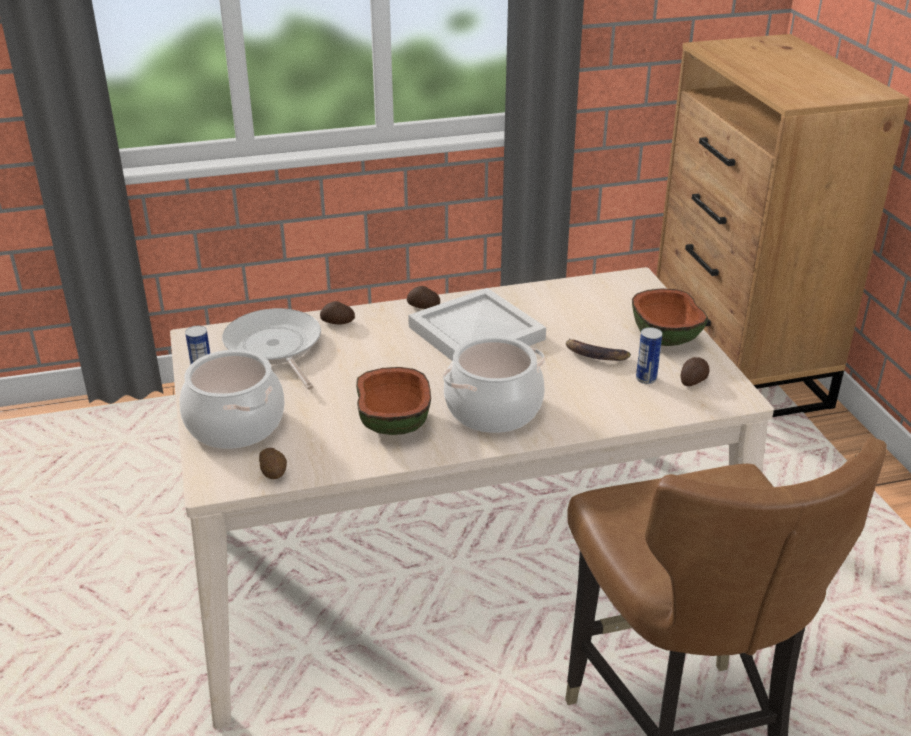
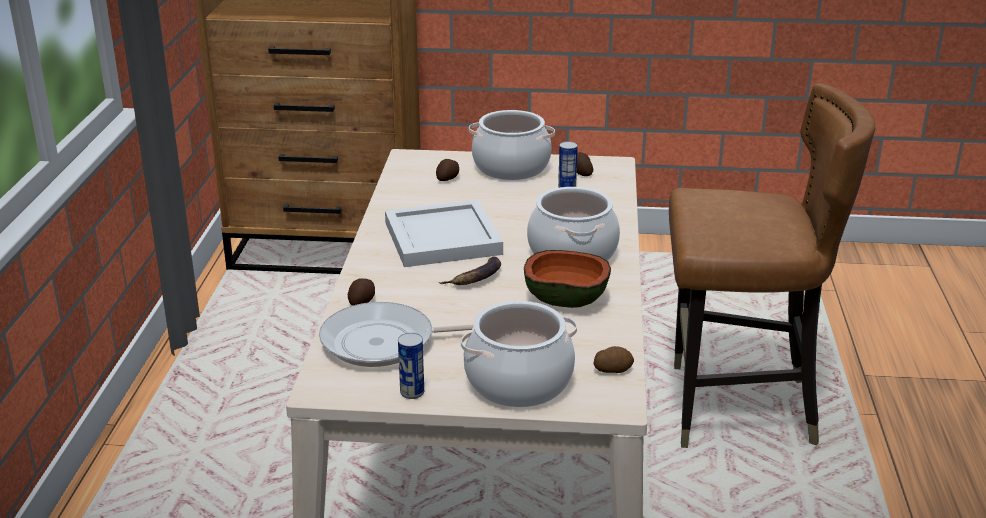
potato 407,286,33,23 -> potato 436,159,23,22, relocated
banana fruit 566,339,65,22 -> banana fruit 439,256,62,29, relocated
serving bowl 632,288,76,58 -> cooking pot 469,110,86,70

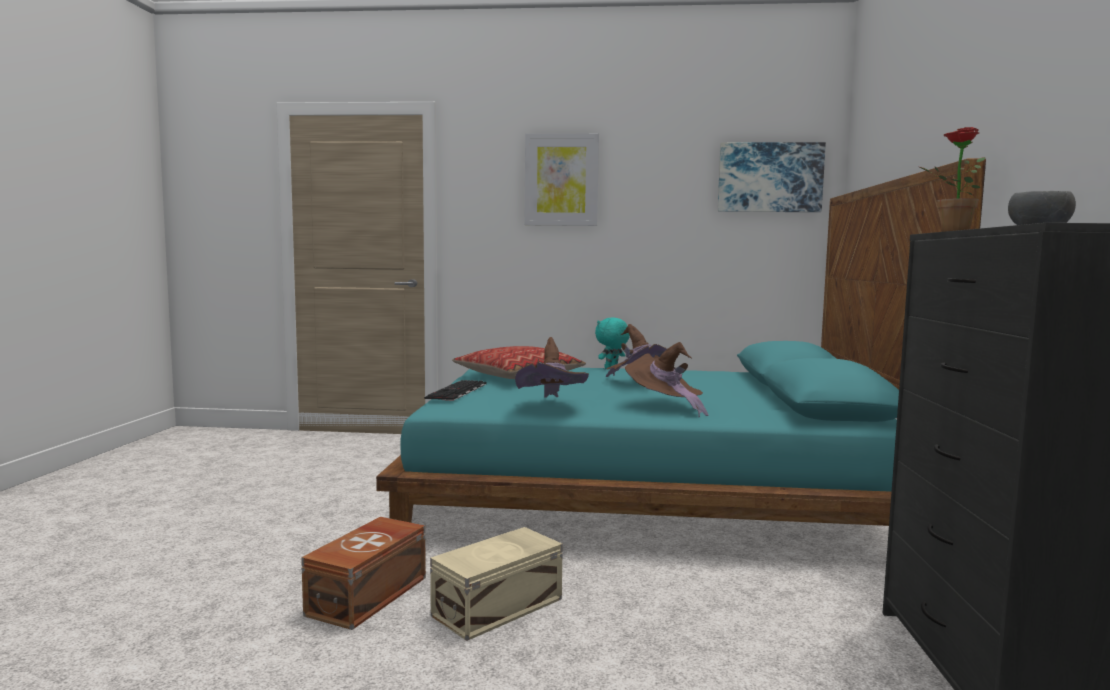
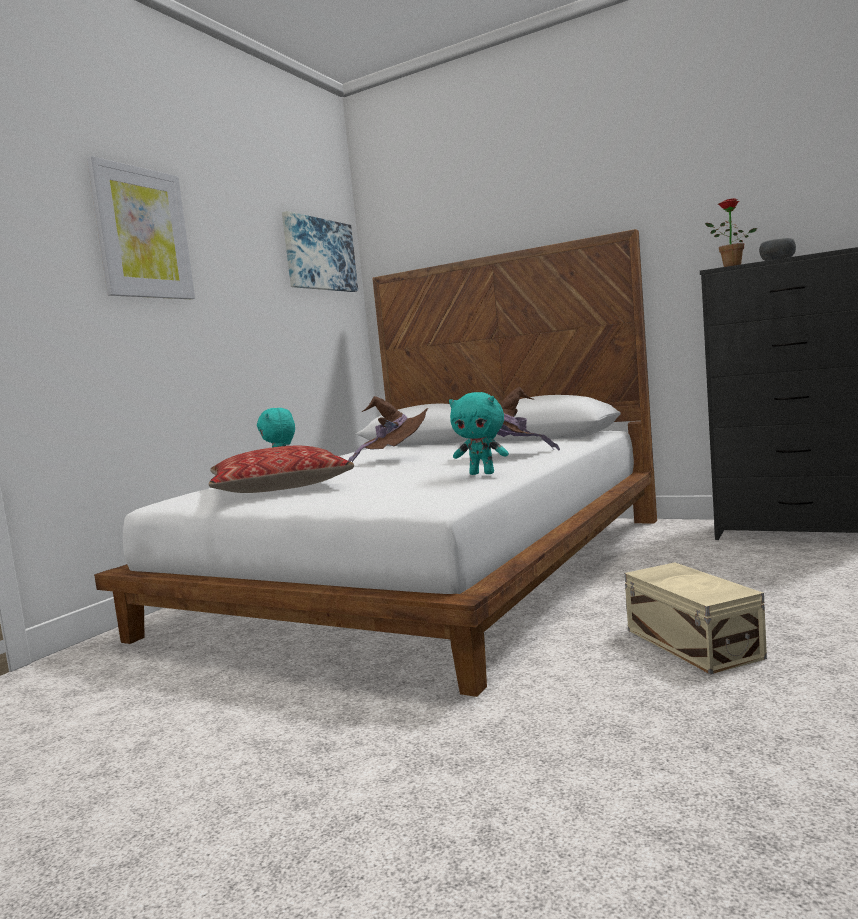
bed/blue-green 376,158,610,368 -> bed/white 94,229,563,468
wearable hat/brown 515,337,74,60 -> plush toy/blue-green 449,392,60,83
storage container/brown 301,517,125,113 -> none
PC keyboard 424,380,62,21 -> none

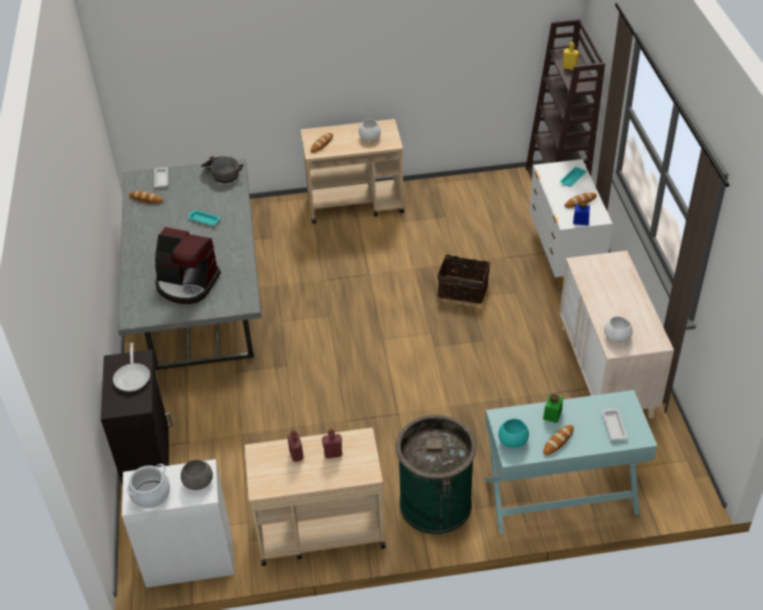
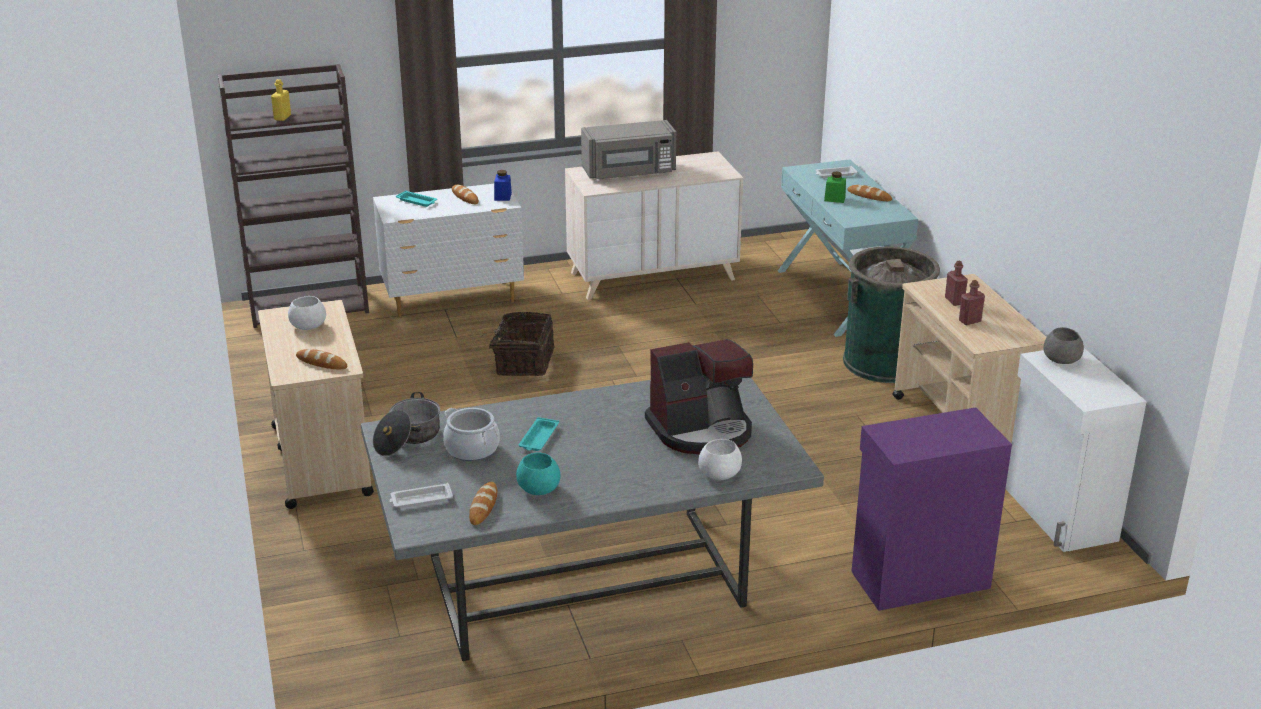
cooking pot 127,464,43,45 -> cooking pot 443,408,57,53, relocated
serving bowl/blue-green 498,419,31,29 -> serving bowl/blue-green 516,452,44,43, relocated
none -> microwave oven/grey 581,120,95,59
coffee machine 155,227,66,77 -> coffee machine 645,339,108,115, 60 degrees clockwise
serving bowl/white 604,316,28,27 -> serving bowl/white 698,439,44,41, relocated
cupboard/black 101,350,72,136 -> cupboard/purple-coloured 852,407,160,204
skillet 113,343,37,49 -> none

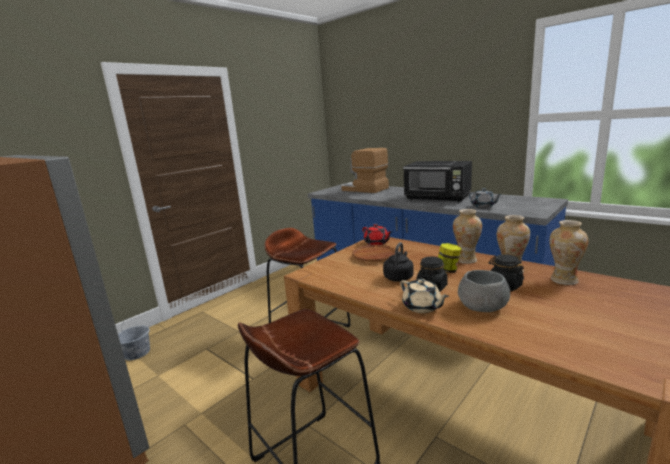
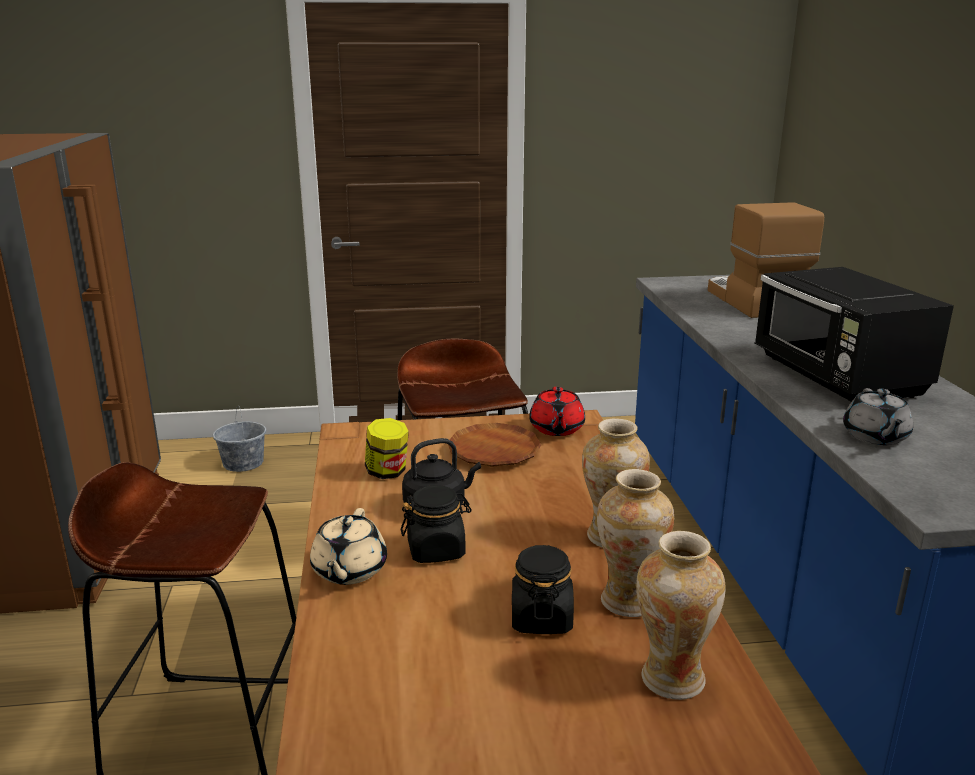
preserve jar 438,243,24,30 -> preserve jar 365,418,44,61, relocated
serving bowl/grey 458,270,52,42 -> none

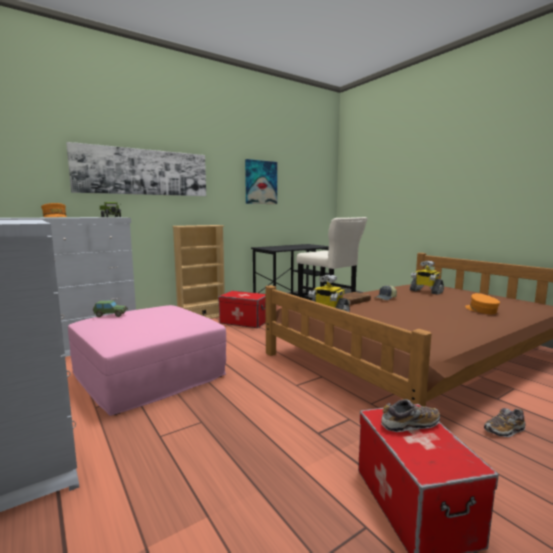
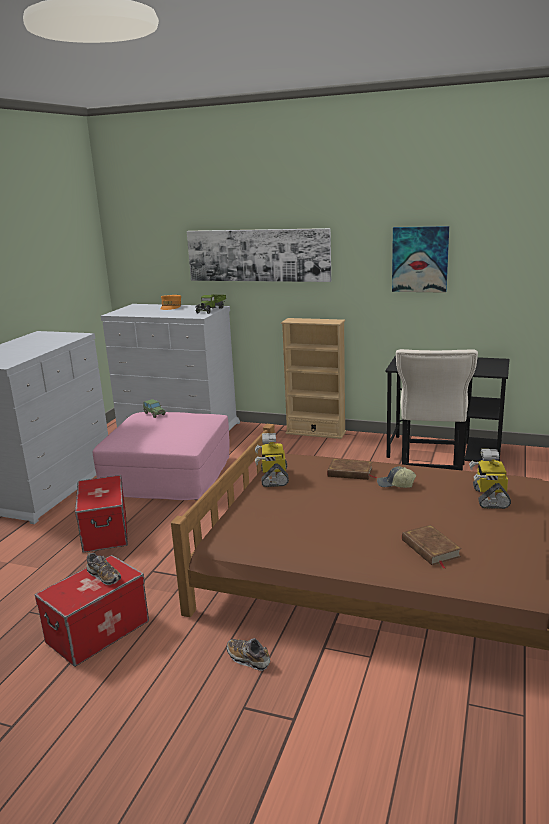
storage container 218,291,48,37 -> storage container 75,475,53,78, relocated
baseball cap/orangey 465,293,35,21 -> bound book/brown 402,525,60,44

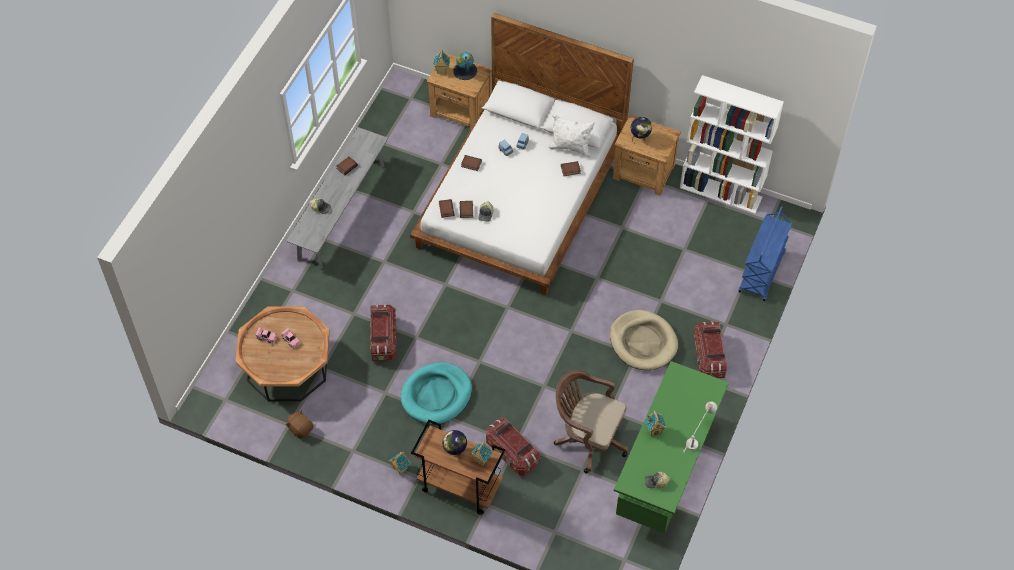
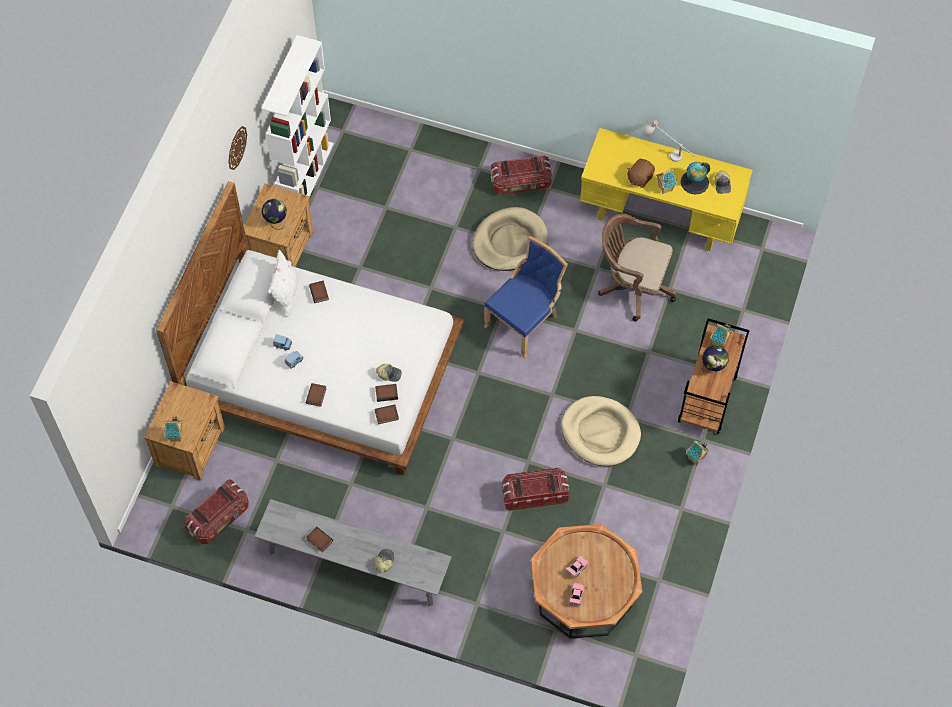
storage container 486,417,55,59 -> storage container 183,479,66,65, relocated
none -> wall clock 228,126,19,44
none -> upright chair/blue 483,236,85,123
dog cushion/blue-green 400,362,72,62 -> dog cushion/beige 561,396,80,70
desk/green 614,361,115,173 -> desk/yellow-coloured 580,128,173,123
office chair/brown 554,370,75,103 -> office chair/brown 598,213,79,109, 90 degrees clockwise
plush toy/brown 286,410,27,29 -> plush toy/brown 627,159,28,29, relocated
world globe 453,52,24,28 -> world globe 681,162,29,33, relocated
trolley/blue 739,206,53,95 -> none

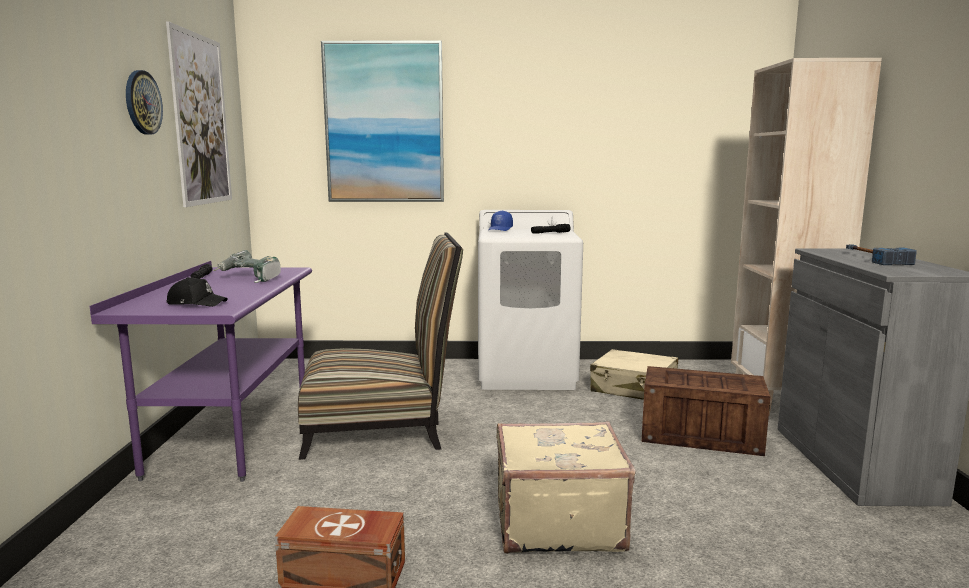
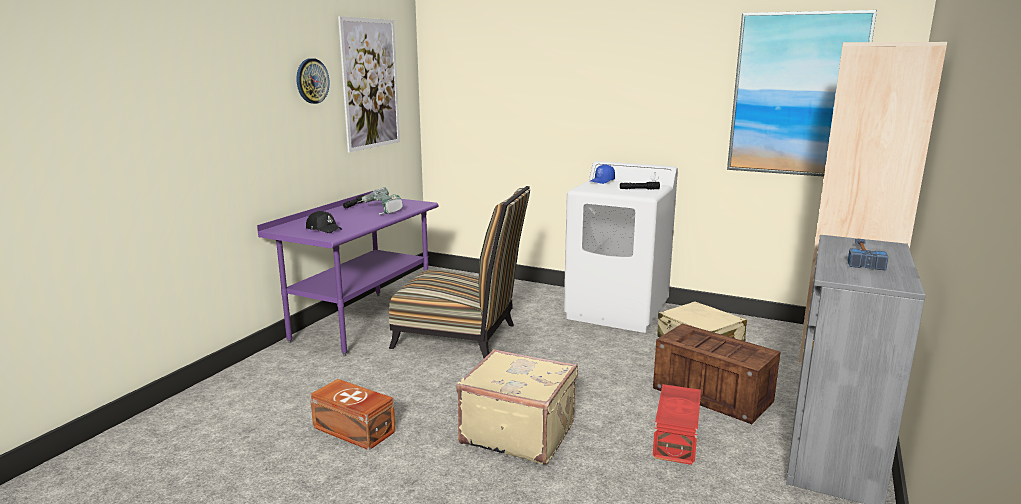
none -> storage container/red-coloured 652,384,49,81
wall art 321,40,123,162 -> wall art 727,10,150,167, relocated

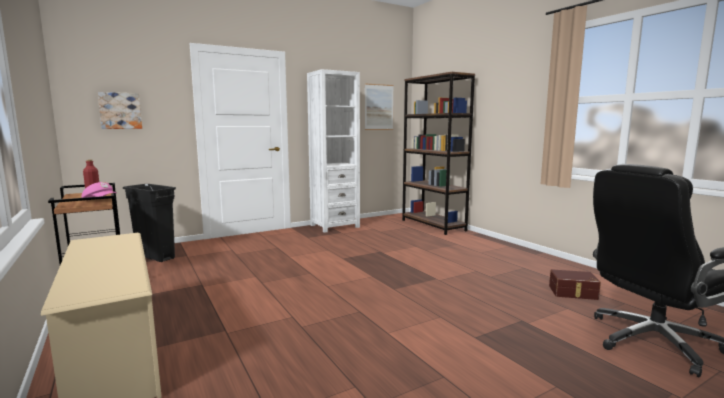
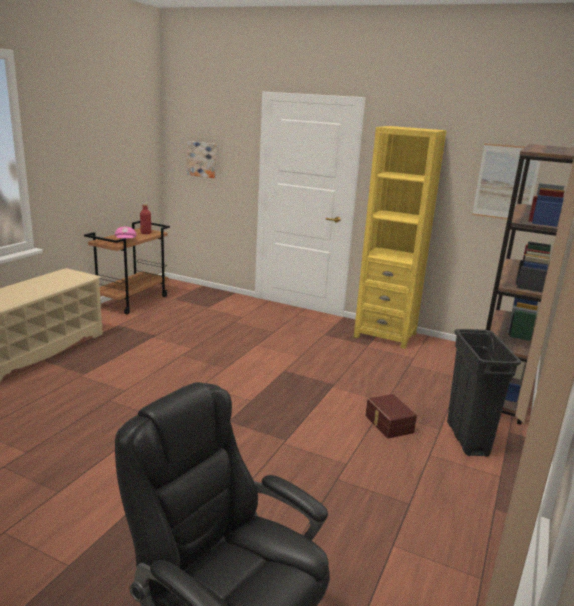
bookshelf/white 307,69,53,164 -> bookshelf/yellow-coloured 354,126,92,223
storage container/brown 549,269,52,31 -> storage container/brown 365,394,52,44, relocated
waste bin/black 123,184,53,78 -> waste bin/black 447,329,74,128, relocated

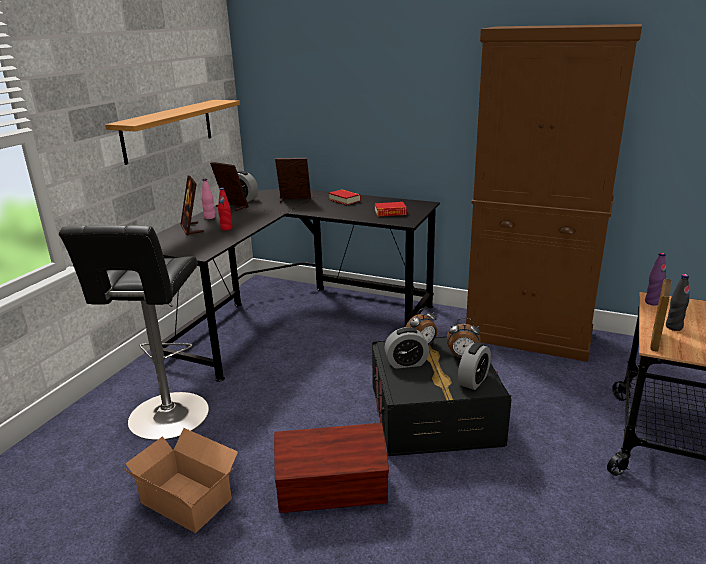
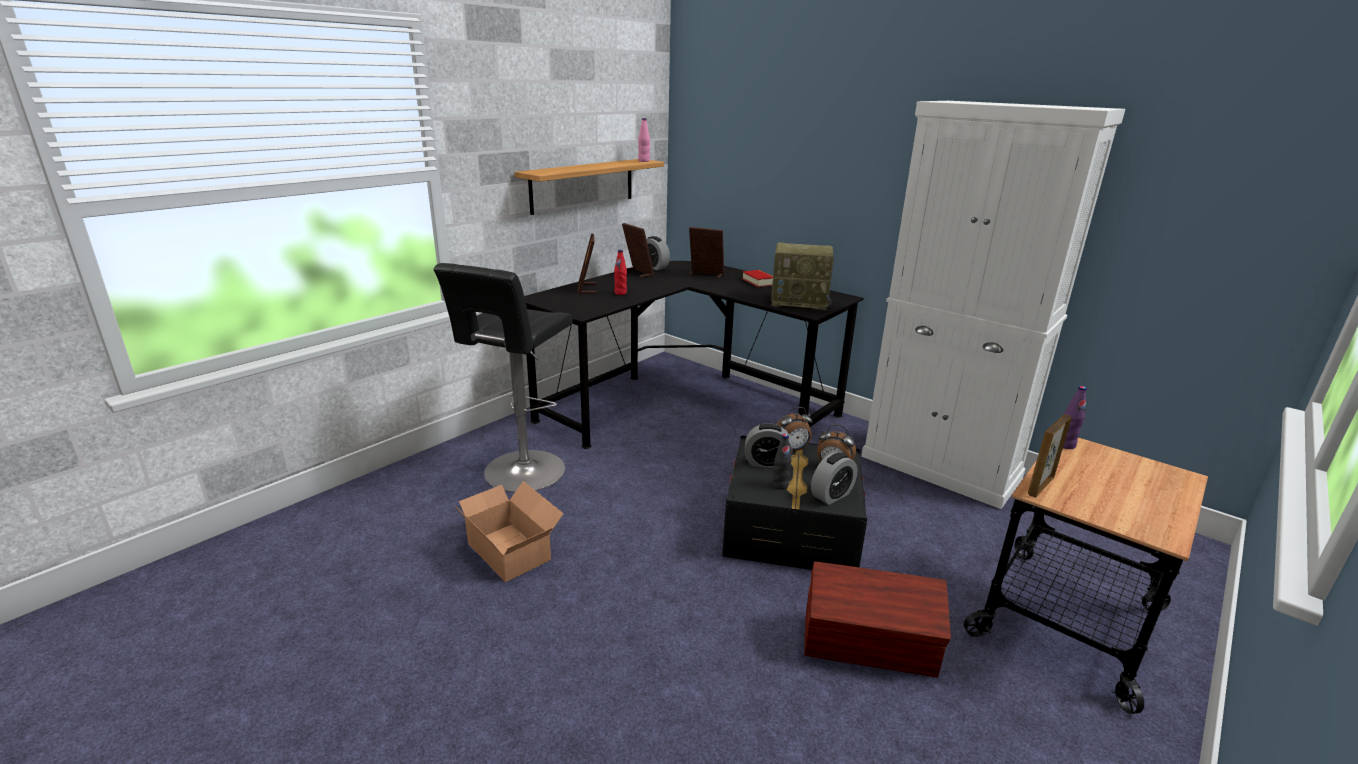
drink bottle/pink 201,179,14,40 -> drink bottle/pink 638,118,12,44, relocated
bound book 375,202,32,15 -> radio set 771,243,63,67
drink bottle/black 666,274,23,57 -> drink bottle/black 772,434,19,56, relocated
storage container/brown 274,423,115,90 -> storage container/brown 805,561,146,117, relocated
cupboard/brown 466,24,176,338 -> cupboard/white 861,101,264,408

